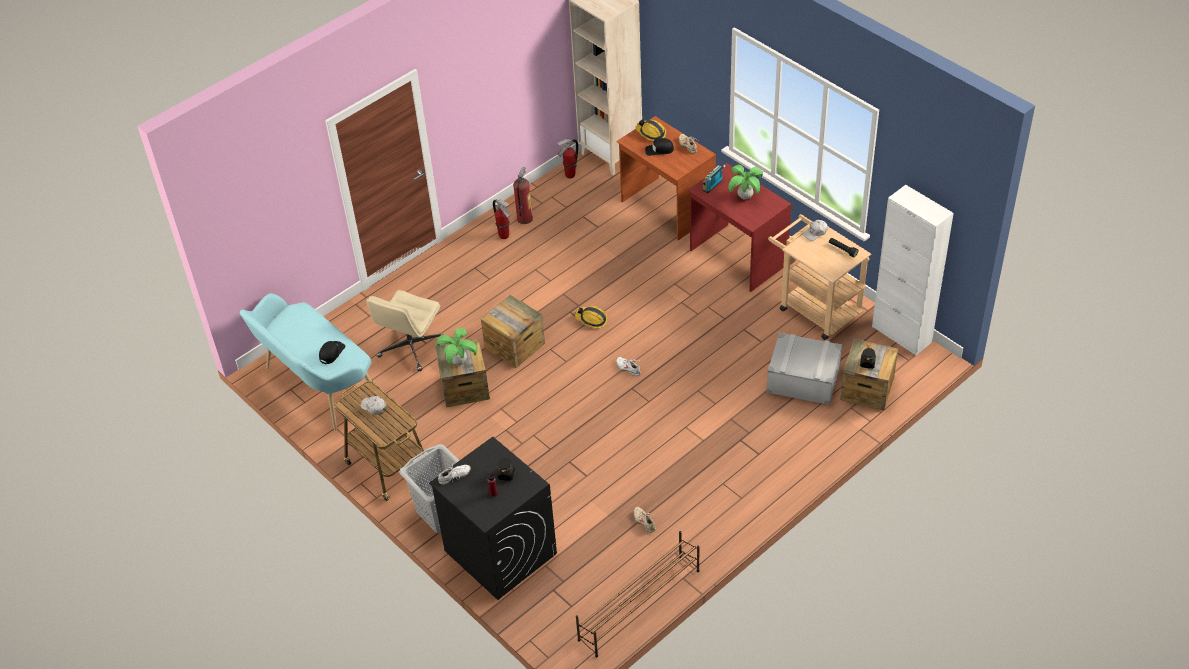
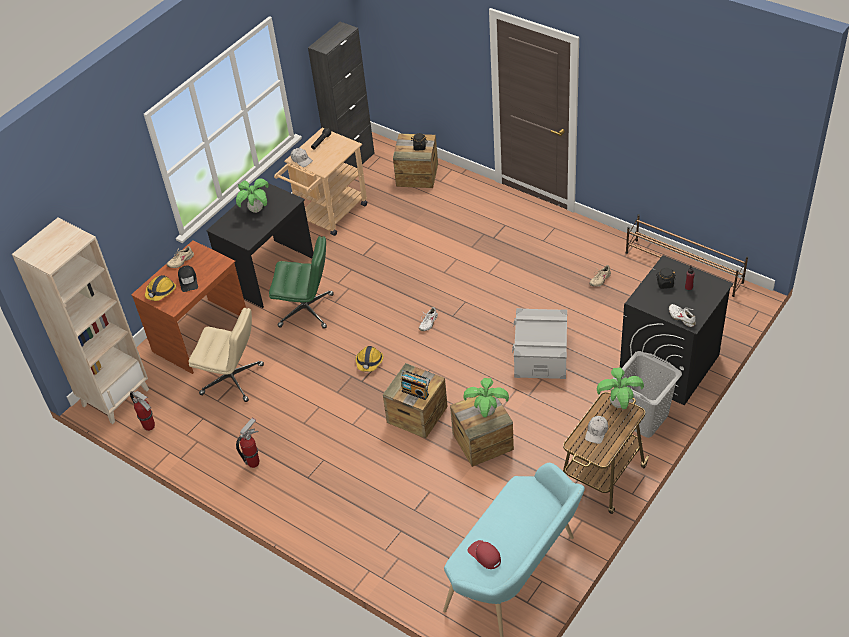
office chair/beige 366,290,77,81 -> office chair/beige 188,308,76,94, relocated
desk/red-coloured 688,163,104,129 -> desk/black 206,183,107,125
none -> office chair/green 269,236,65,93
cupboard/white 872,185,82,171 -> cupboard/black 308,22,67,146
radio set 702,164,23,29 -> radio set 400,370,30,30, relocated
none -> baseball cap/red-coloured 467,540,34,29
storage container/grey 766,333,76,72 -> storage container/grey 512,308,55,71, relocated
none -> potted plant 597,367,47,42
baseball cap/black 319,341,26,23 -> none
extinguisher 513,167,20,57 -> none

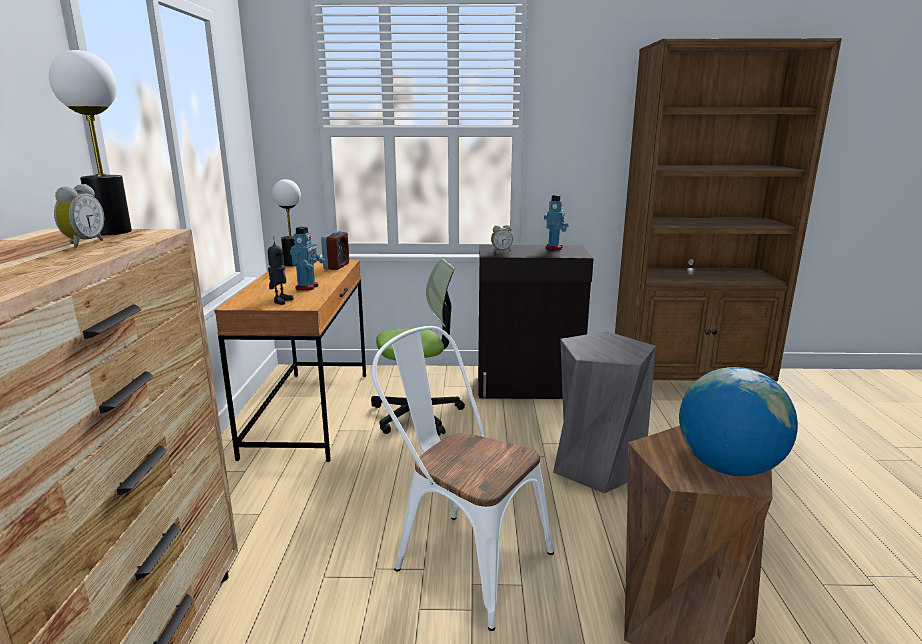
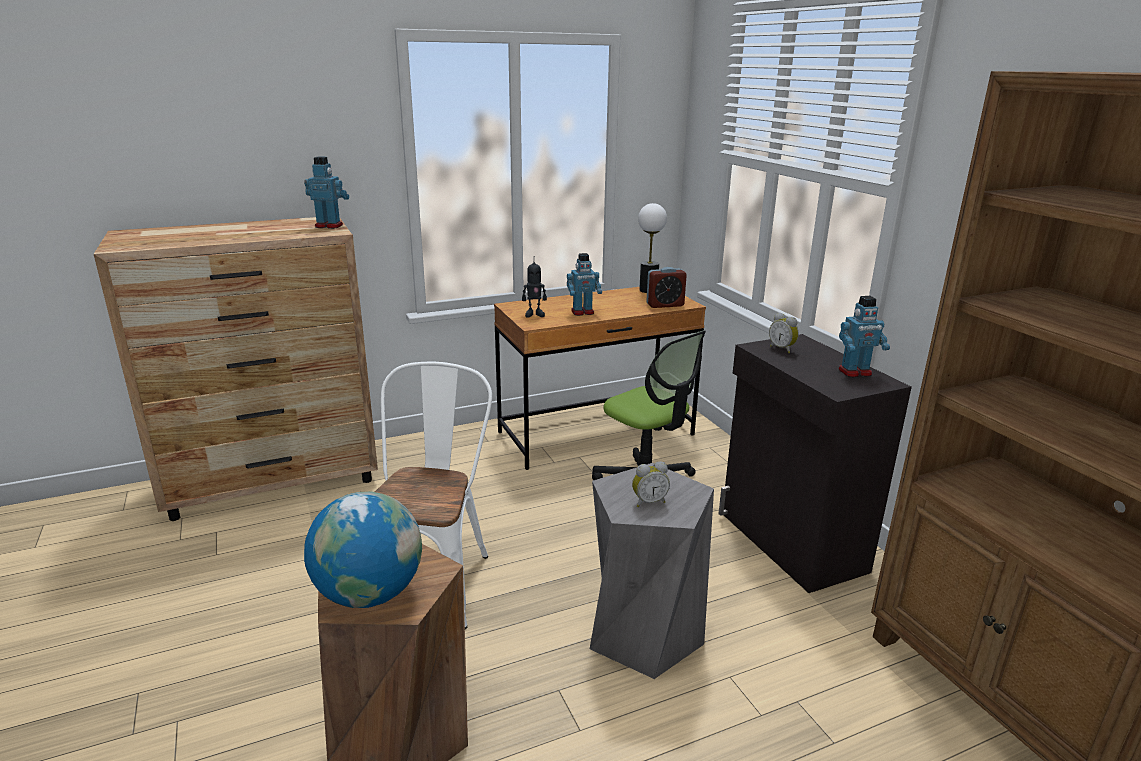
lamp for a table 49,50,83,185 -> robot figure 304,156,45,73
bedside clock 54,184,50,64 -> bedside clock 632,461,38,46, relocated

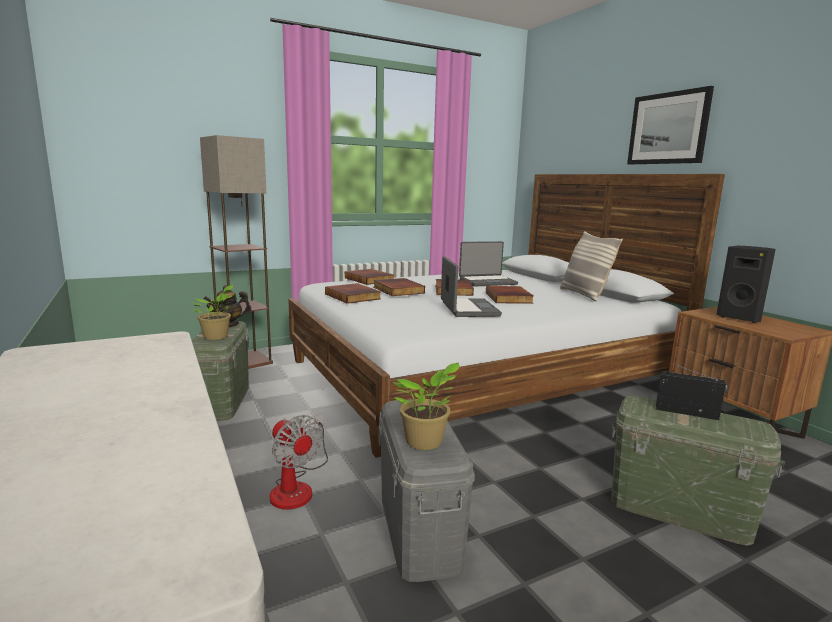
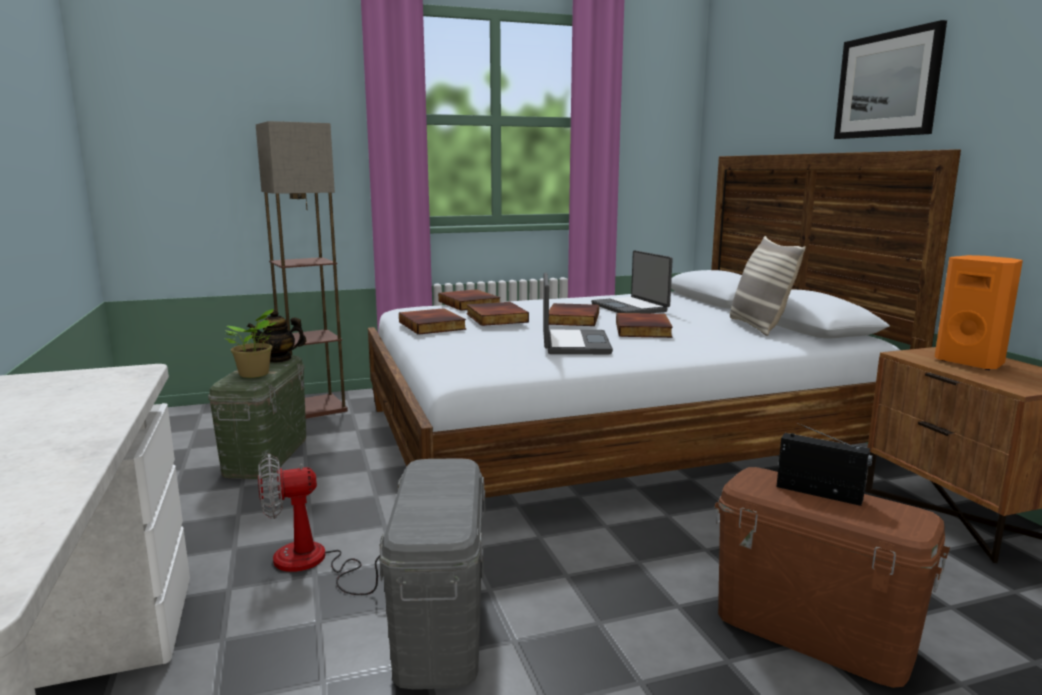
cooling fan 270,414,58,96 -> cooling fan 258,454,122,141, 105 degrees clockwise
notebook computer 459,241,59,46 -> notebook computer 591,250,82,64, 75 degrees clockwise
storage container/green 611,396,174,150 -> storage container/brown 715,467,235,221
loudspeaker/black 717,246,59,77 -> loudspeaker/orangey 935,255,88,115
potted plant 393,362,66,88 -> none

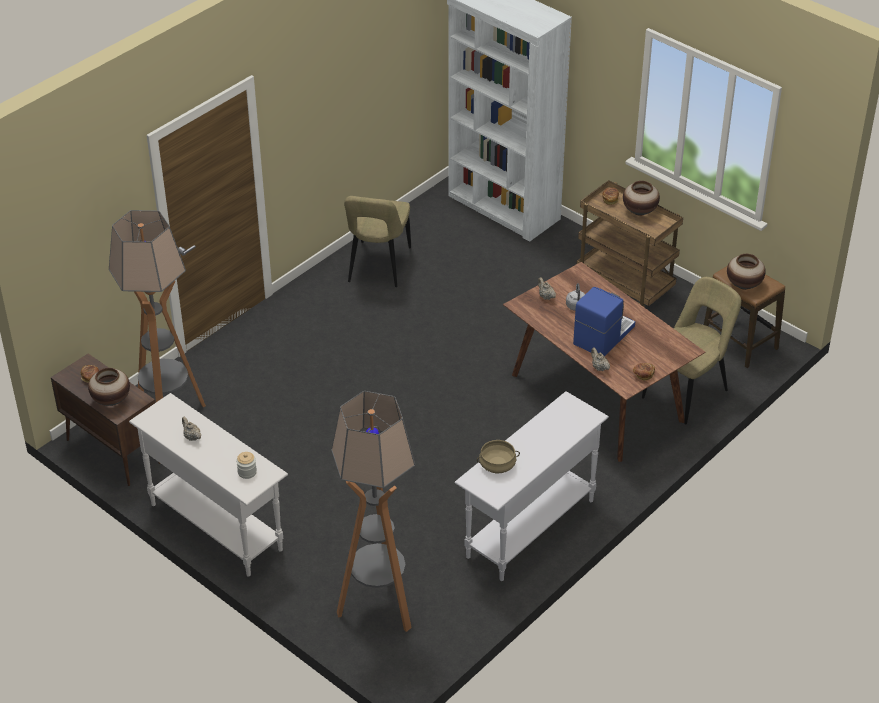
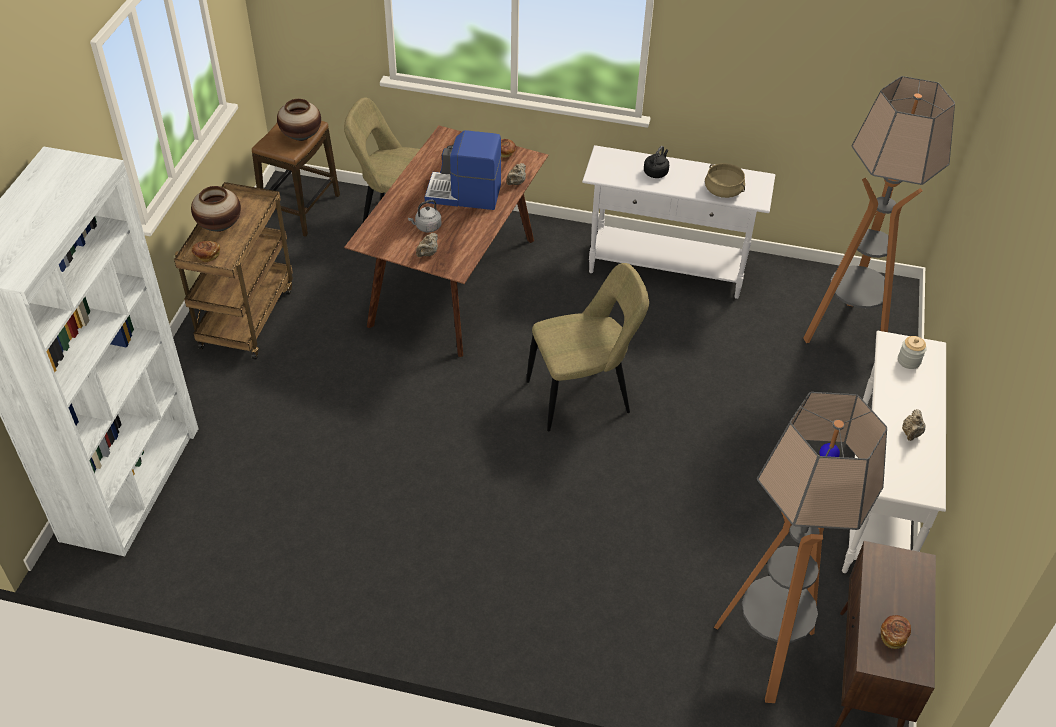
upright chair/beige 344,196,67,91 -> upright chair/beige 526,263,123,169, relocated
none -> kettle/black 644,146,25,32
flower vase 88,368,42,38 -> none

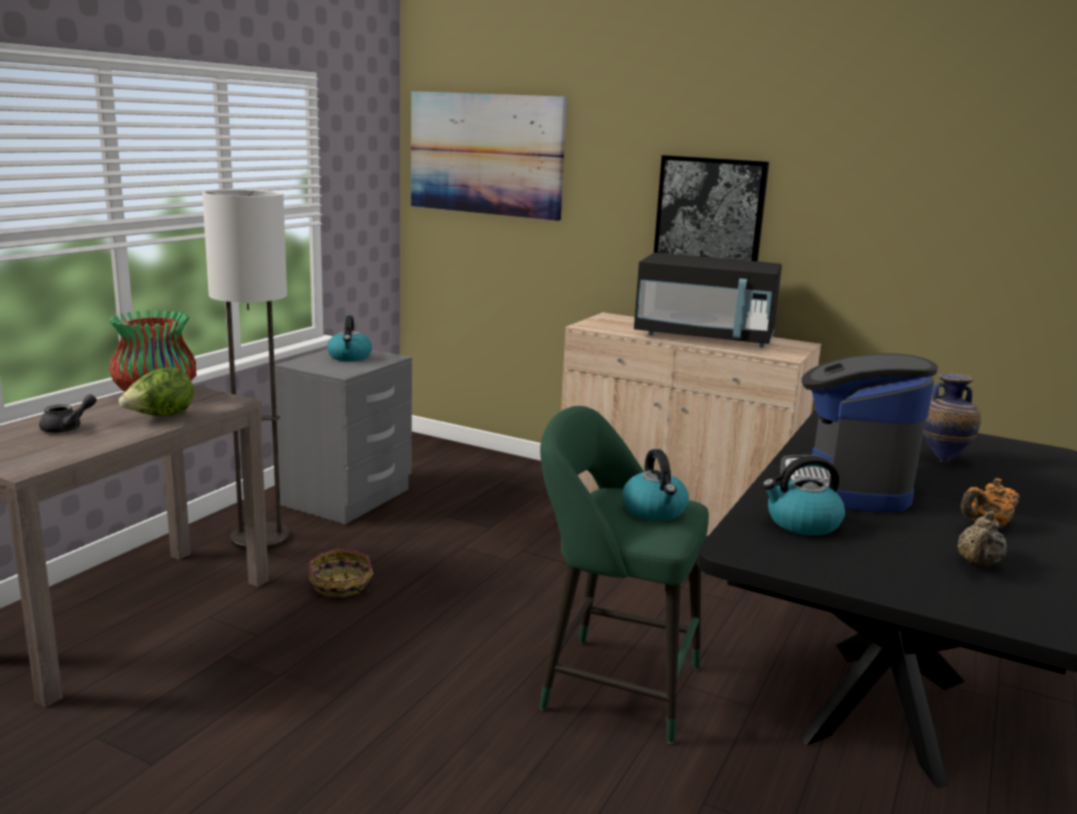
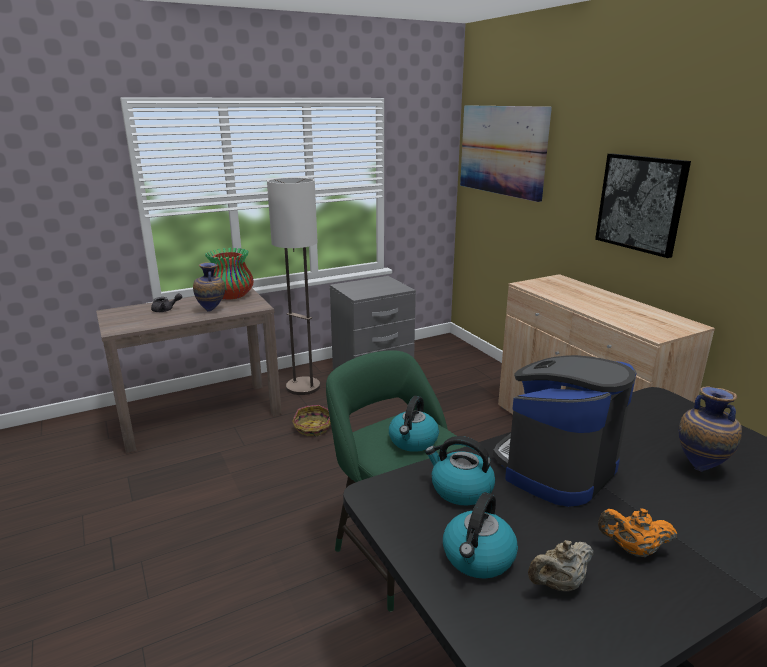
lettuce head 119,368,75,48 -> flower vase 193,263,32,49
kettle 327,316,45,45 -> kettle 443,492,75,87, relocated
microwave oven/black 634,253,148,95 -> none

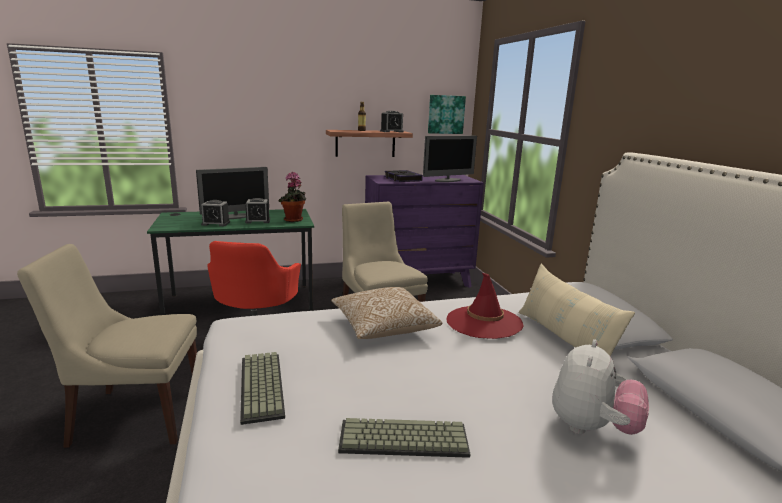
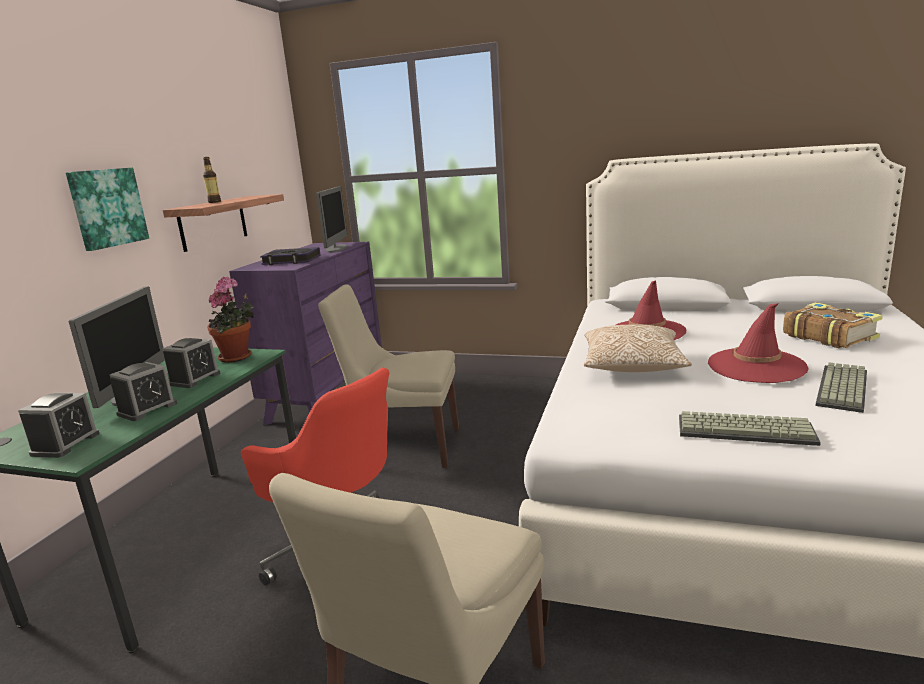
bedside clock 380,111,24,21 -> bedside clock 18,393,82,65, relocated
wall art 428,95,38,39 -> wall art 66,167,83,84, relocated
none -> wearable hat/red-coloured 708,303,101,80
plush toy 552,339,97,96 -> bound book 783,302,100,46
cushion/beige 518,264,117,93 -> none

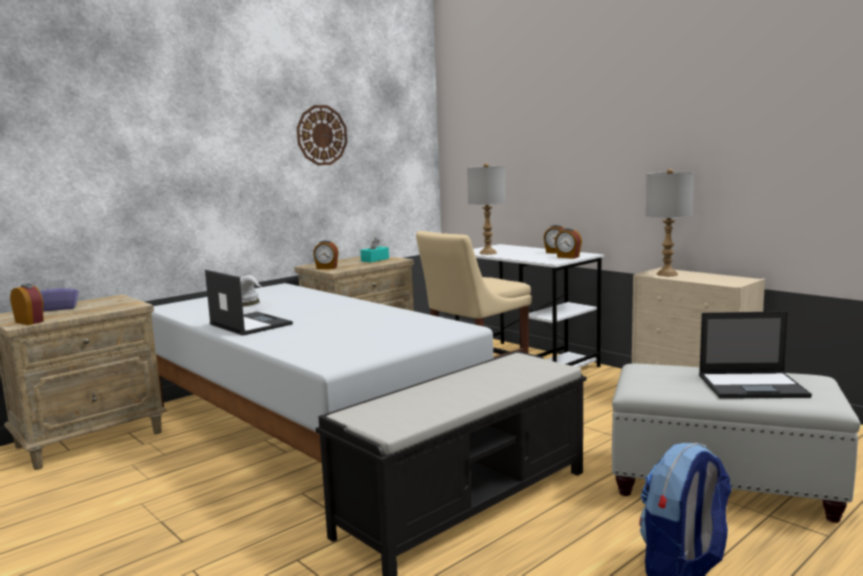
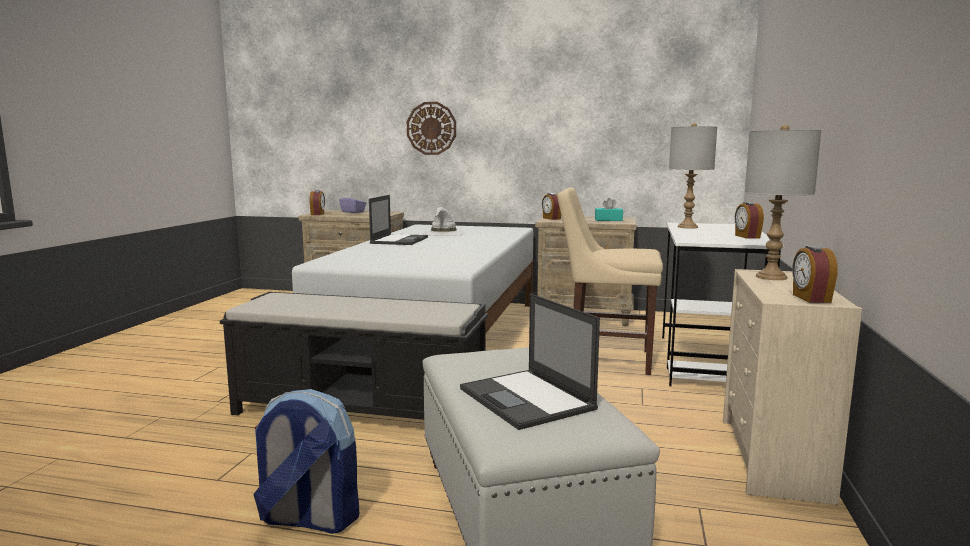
wall clock 297,105,50,60 -> wall clock 407,102,49,53, relocated
bedside clock 555,228,27,31 -> bedside clock 792,245,46,58, relocated

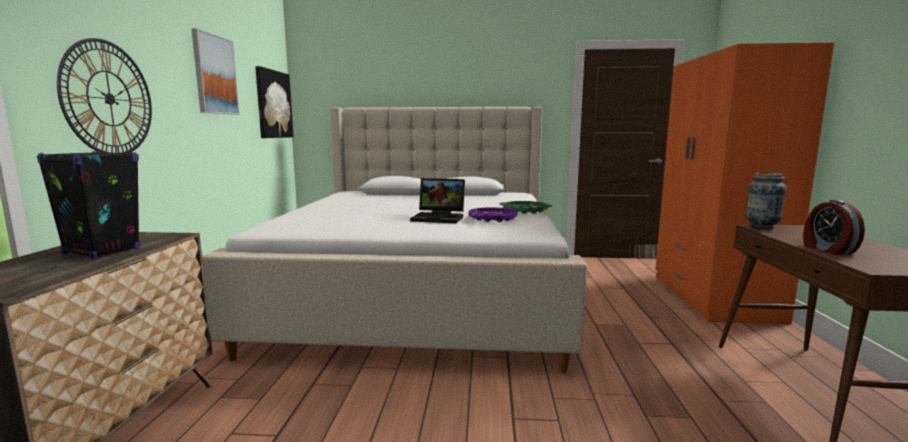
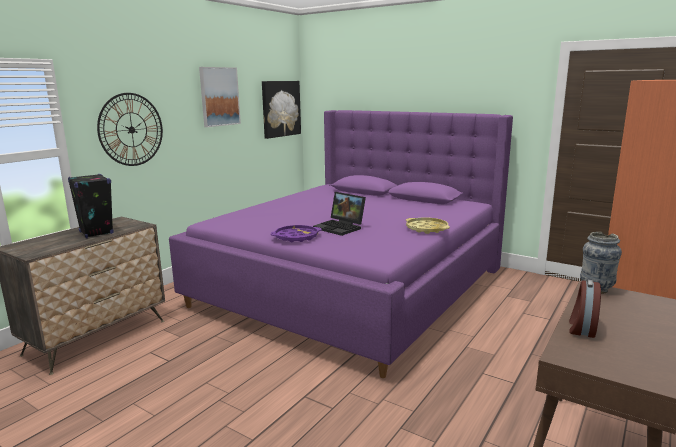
bed/beige 202,107,385,266 -> bed/purple-coloured 169,110,344,268
tray/purple-coloured 469,207,48,15 -> tray/purple-coloured 271,225,51,17, relocated
tray/green 499,201,53,13 -> tray/yellow-coloured 406,218,44,16

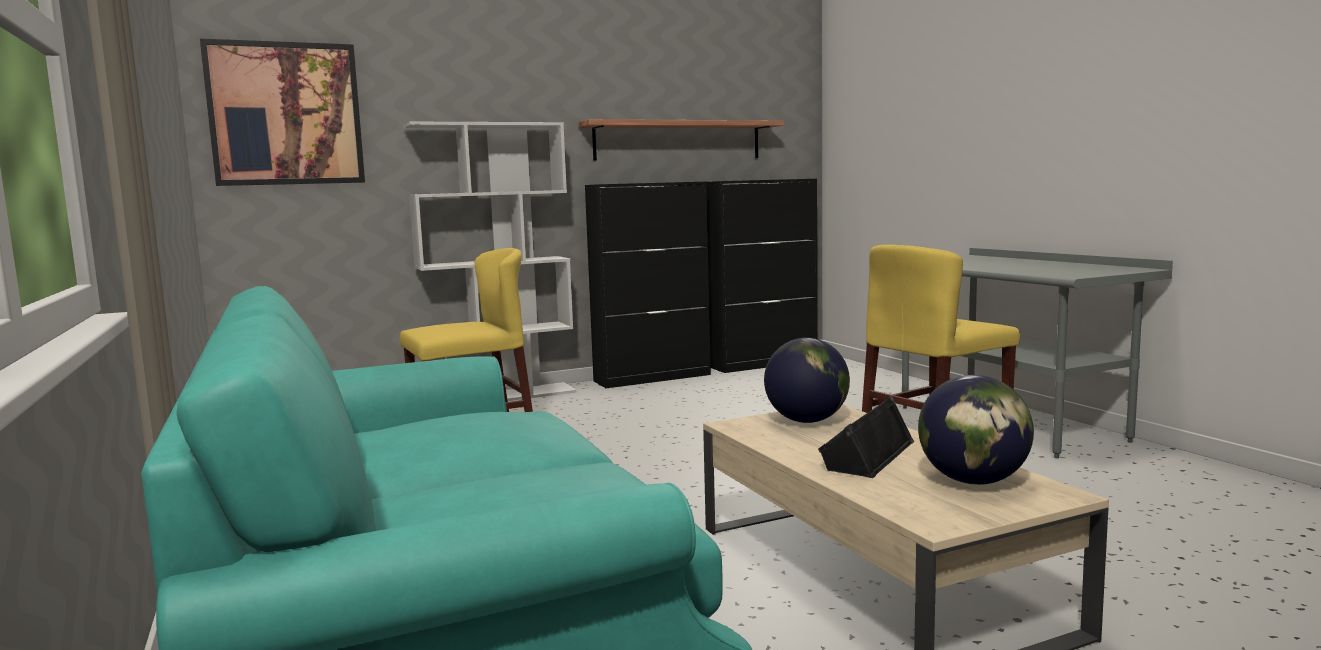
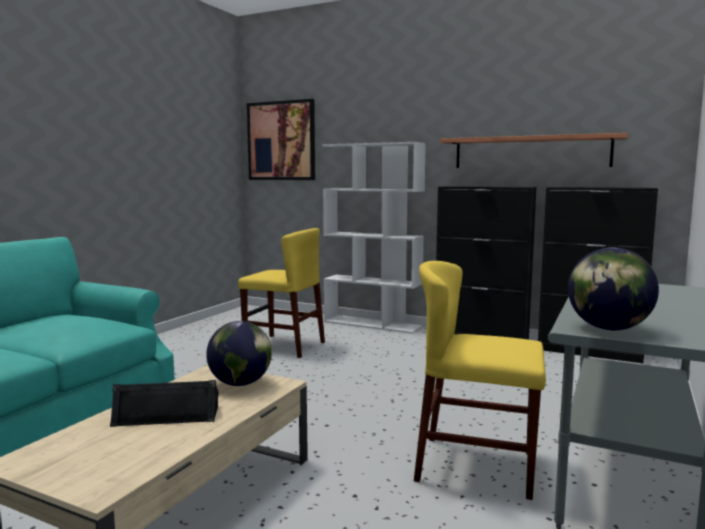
world globe 918,375,116,110 -> world globe 568,247,91,83, relocated

